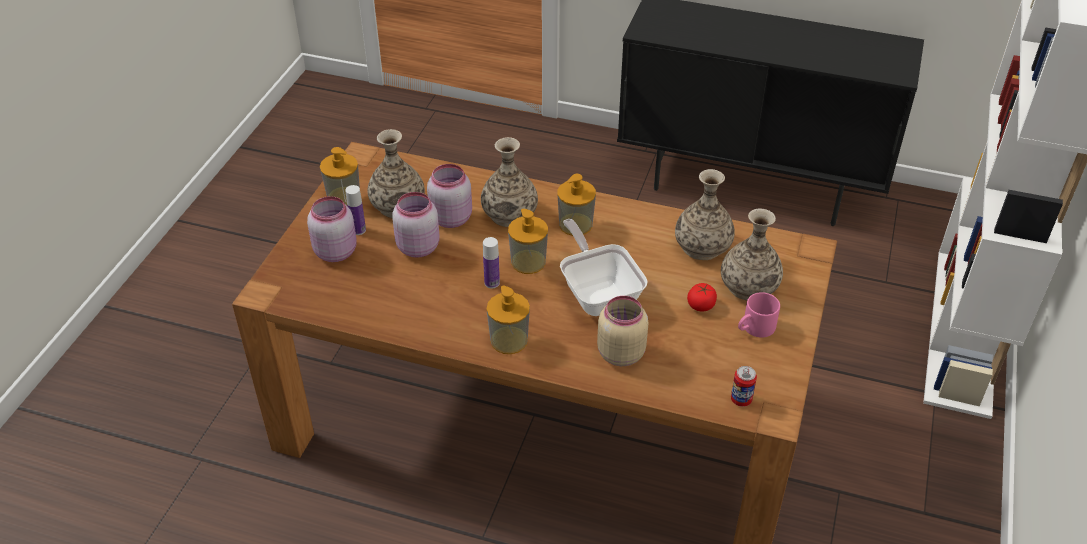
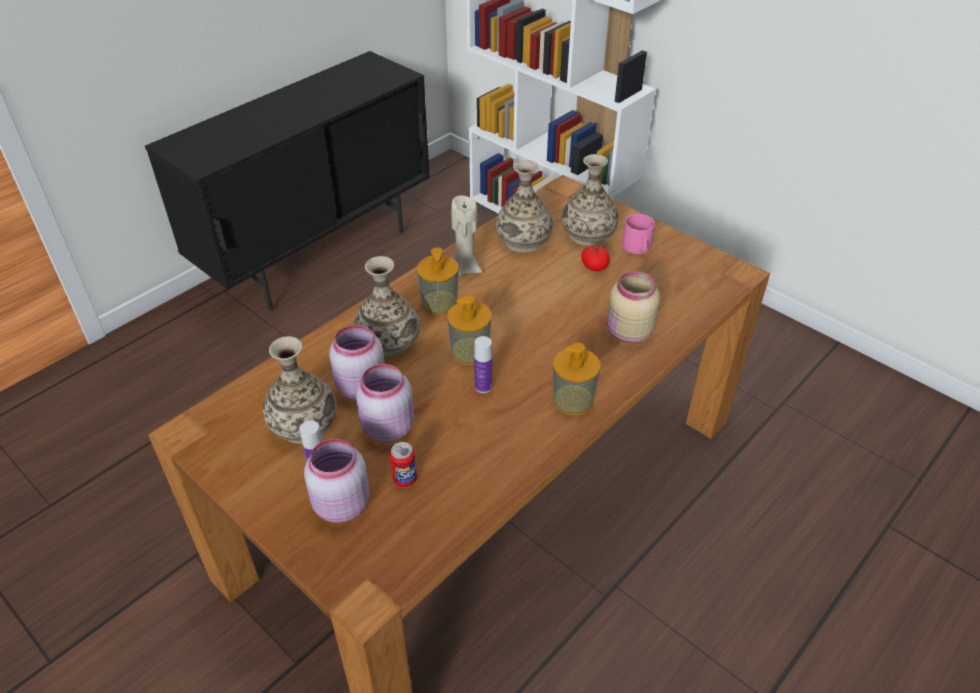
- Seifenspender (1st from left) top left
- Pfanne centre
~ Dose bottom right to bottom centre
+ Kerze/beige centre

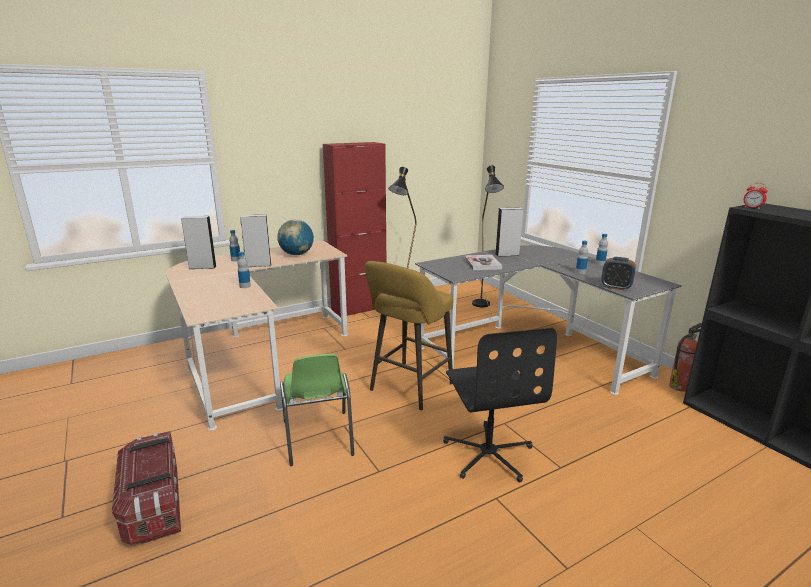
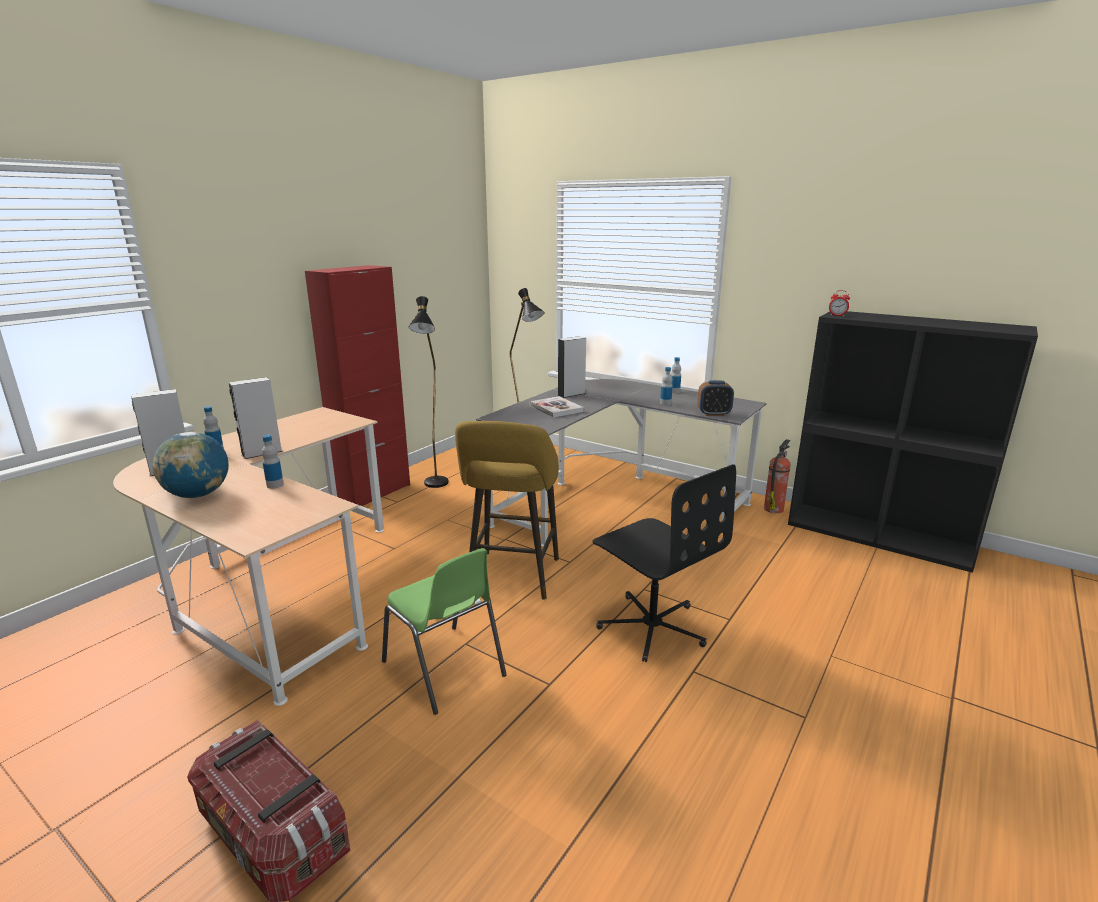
~ Globus centre to middle left

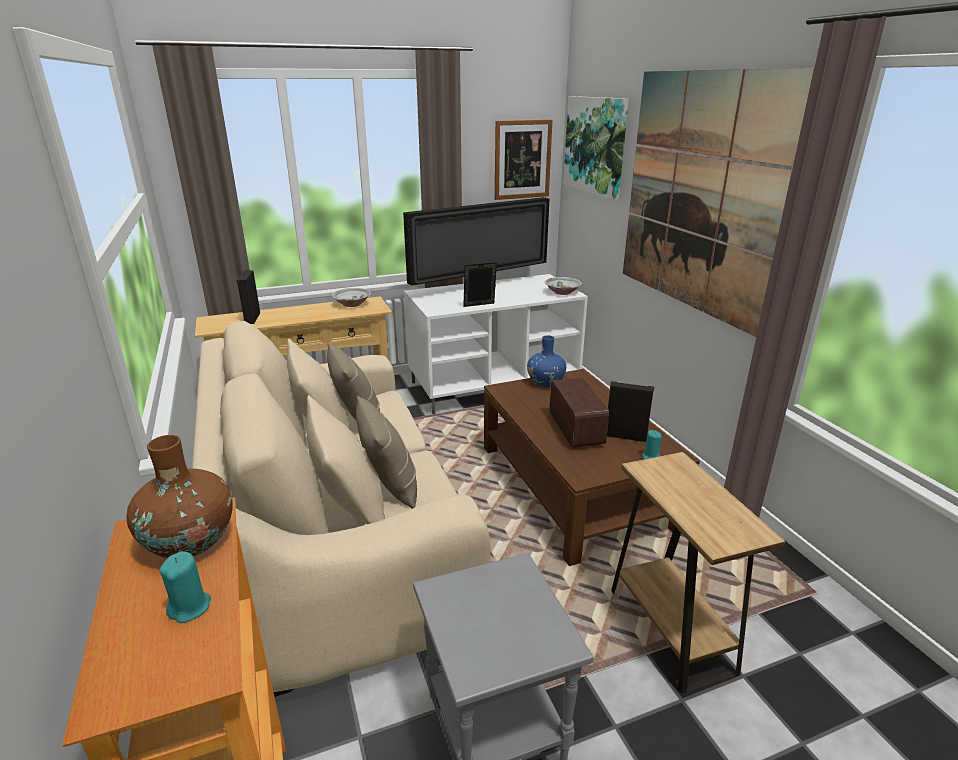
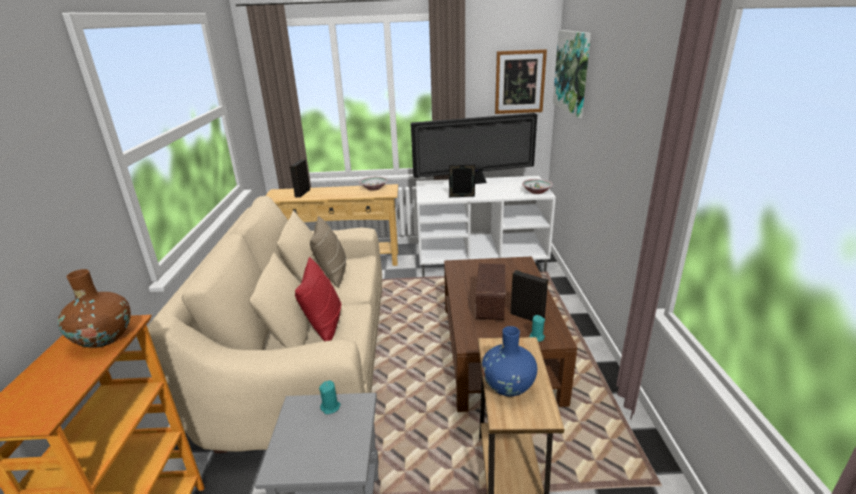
- Bild (3rd from left) top right
~ Vase/blau centre to bottom centre
~ Kissen/beige (2nd from left) centre to Kissen/rot centre
~ Kerze/türkis (1st from left) bottom left to bottom centre

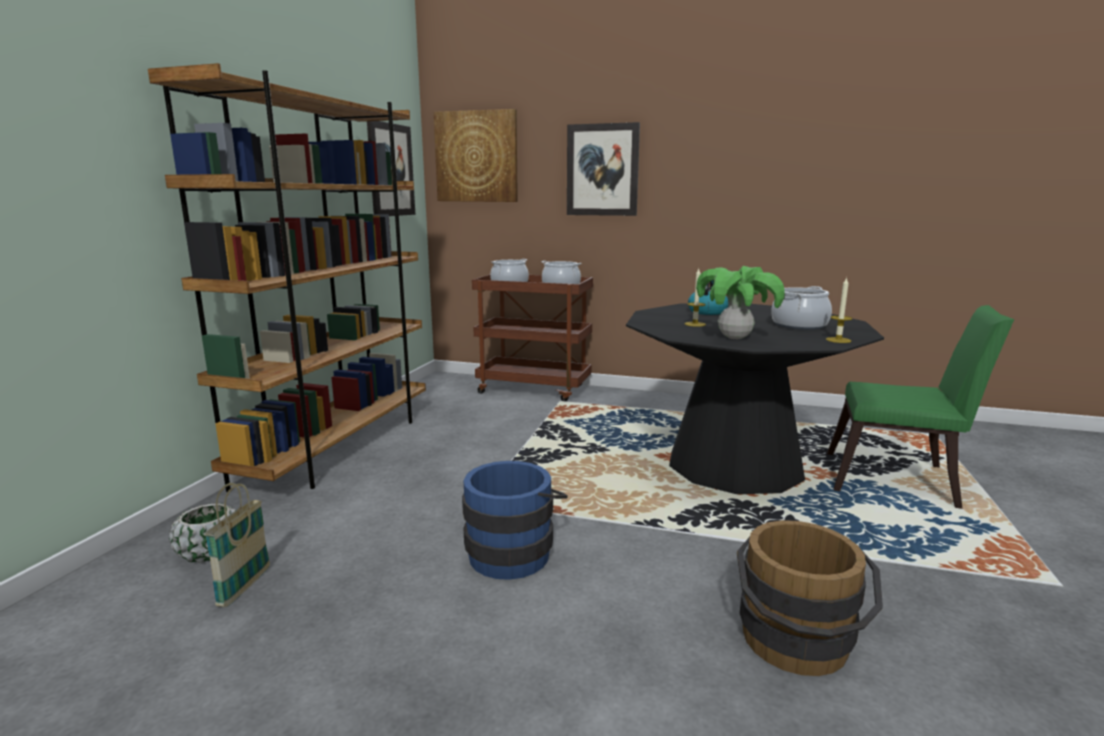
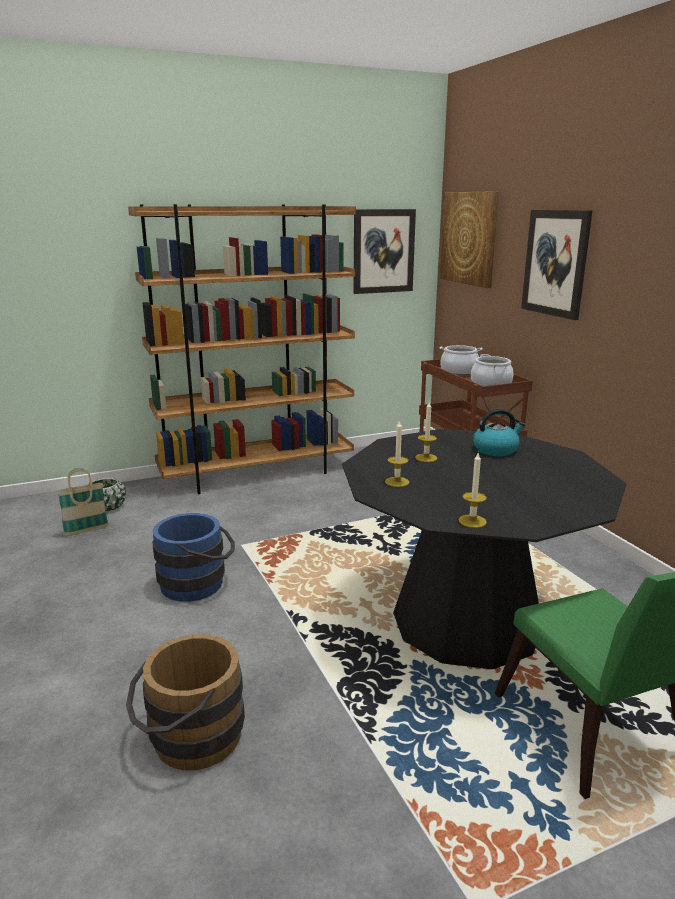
~ Topfpflanze middle right to Kerze (1st from left) centre
- Kochtopf (3rd from left) middle right

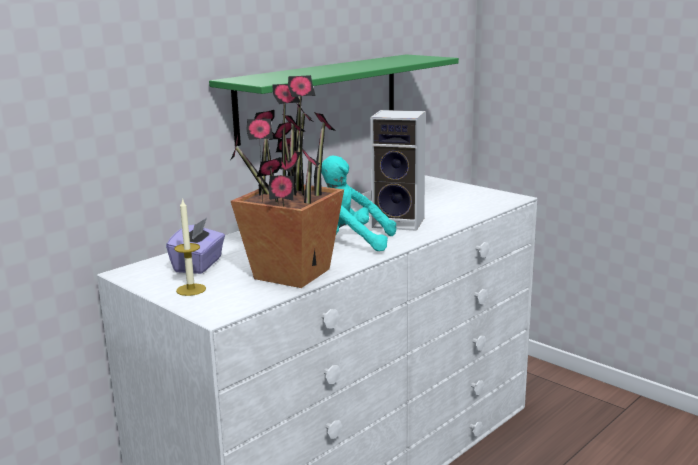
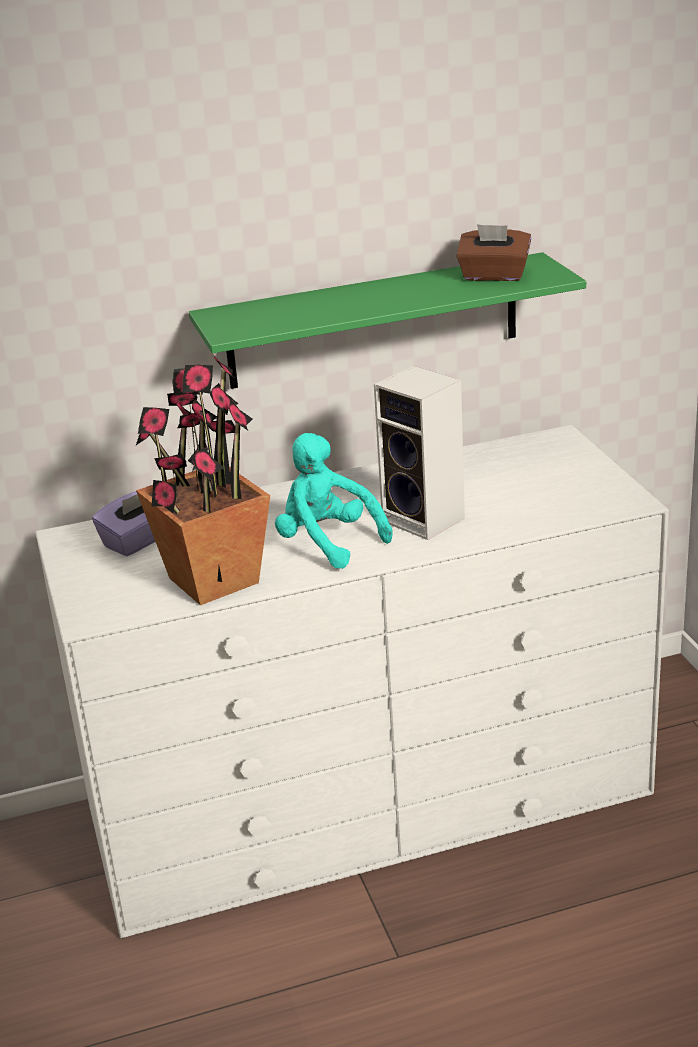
- Kerze middle left
+ Taschentuchbox/braun top right

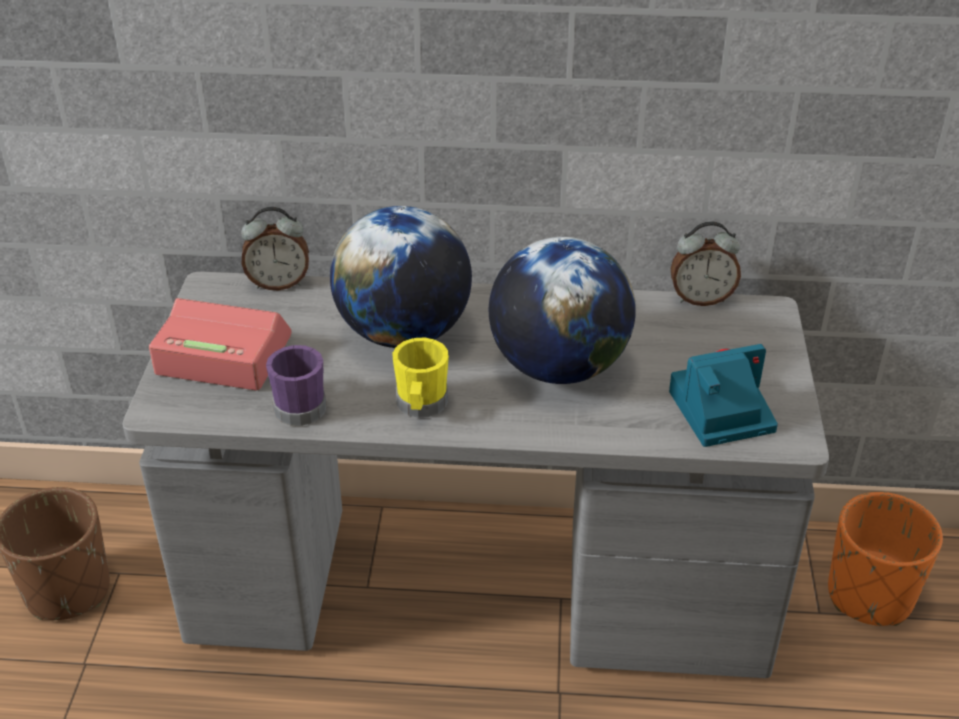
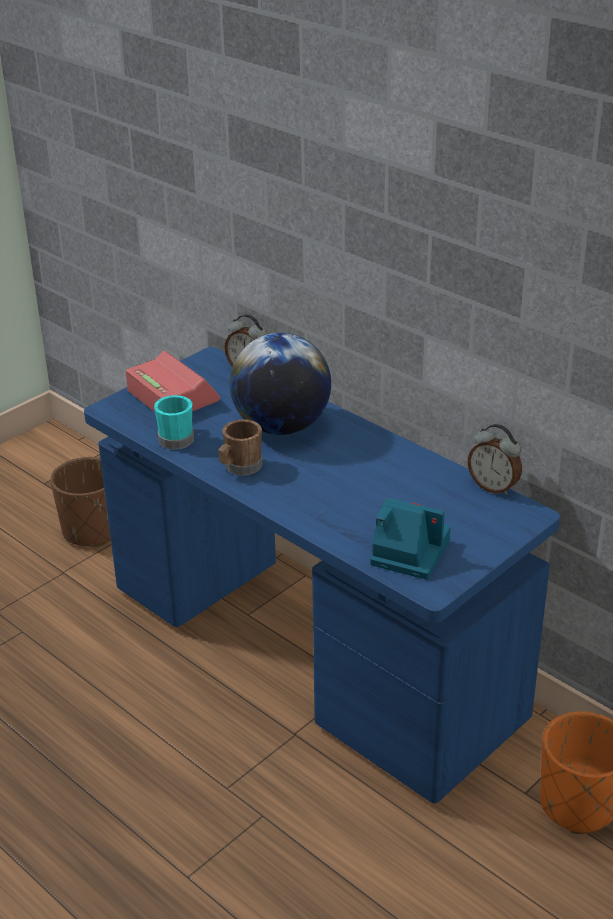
- Globus (2nd from left) centre
~ Schreibtisch/grau centre to Schreibtisch/blau centre
~ Henkelbecher/gelb centre to Henkelbecher/braun centre
~ Henkelbecher/lila middle left to Henkelbecher/türkis middle left

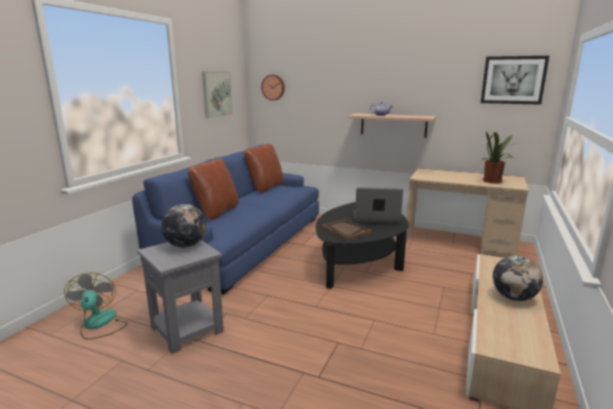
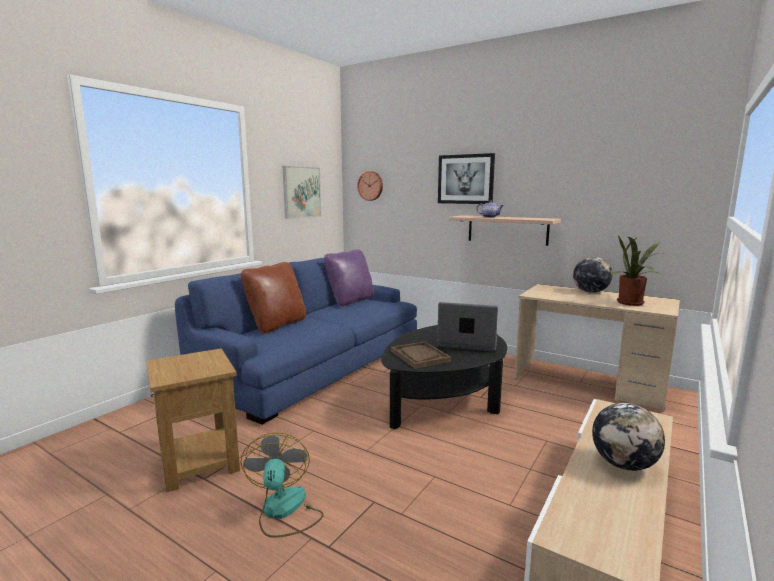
~ Bild (2nd from left) top right to top centre
~ Kissen/braun (2nd from left) centre to Kissen/lila centre
~ Globus (1st from left) middle left to middle right
~ Beistelltisch/grau bottom left to Beistelltisch/braun bottom left
~ Ventilator bottom left to bottom centre

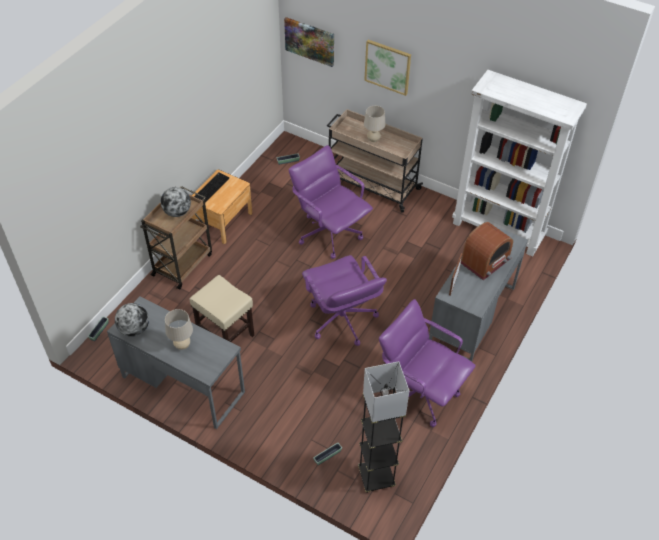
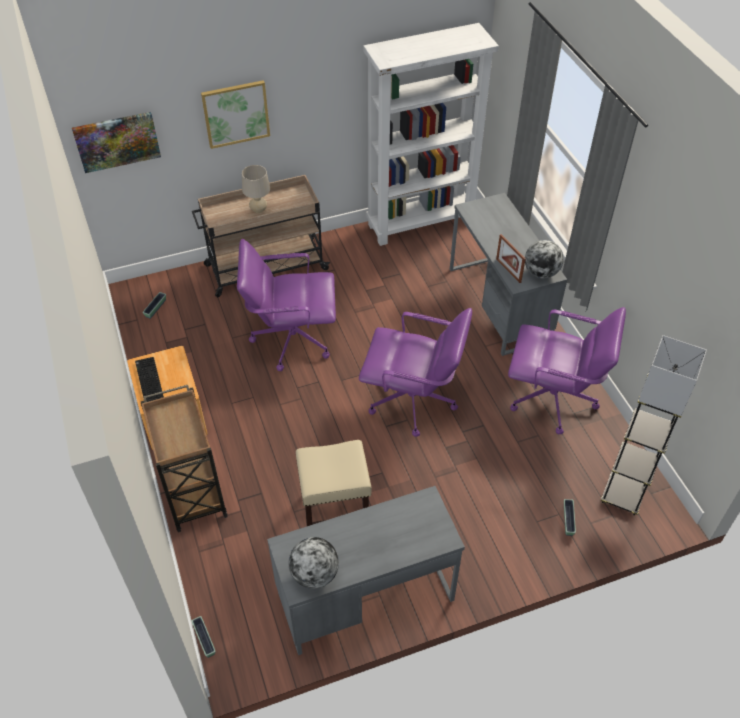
~ Globus (2nd from left) middle left to middle right
- Radio middle right
~ Bürostuhl/lila (3rd from left) bottom centre = middle right 150 degrees counterclockwise
- Tischlampe/beige (1st from left) middle left

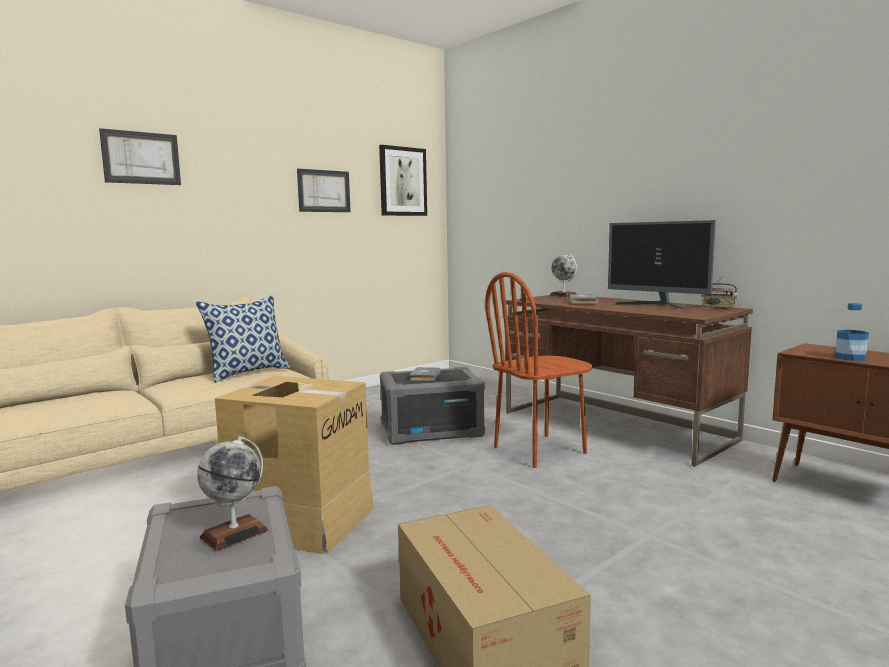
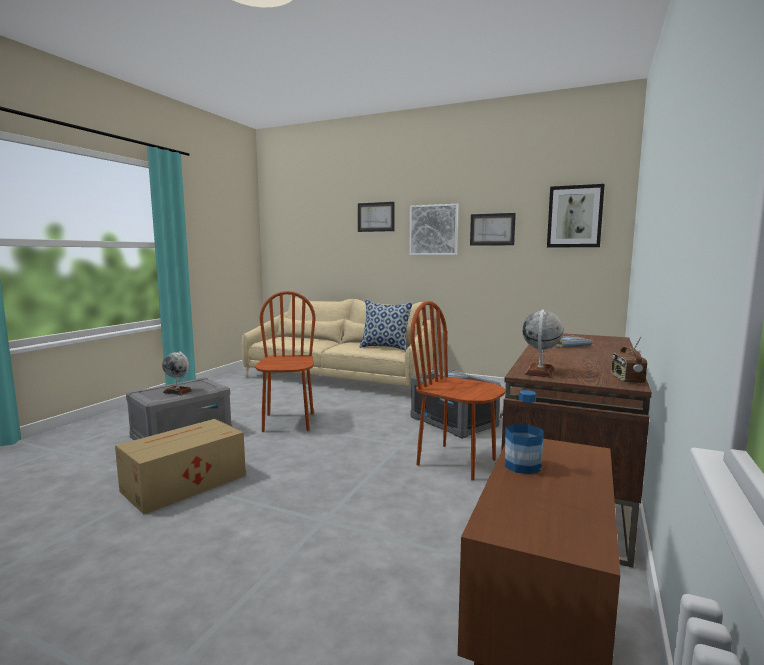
- Monitor middle right
~ Globus (2nd from left) centre to middle right
~ Karton (1st from left) bottom left to Stuhl/braun (1st from left) centre
+ Bild (2nd from left) centre

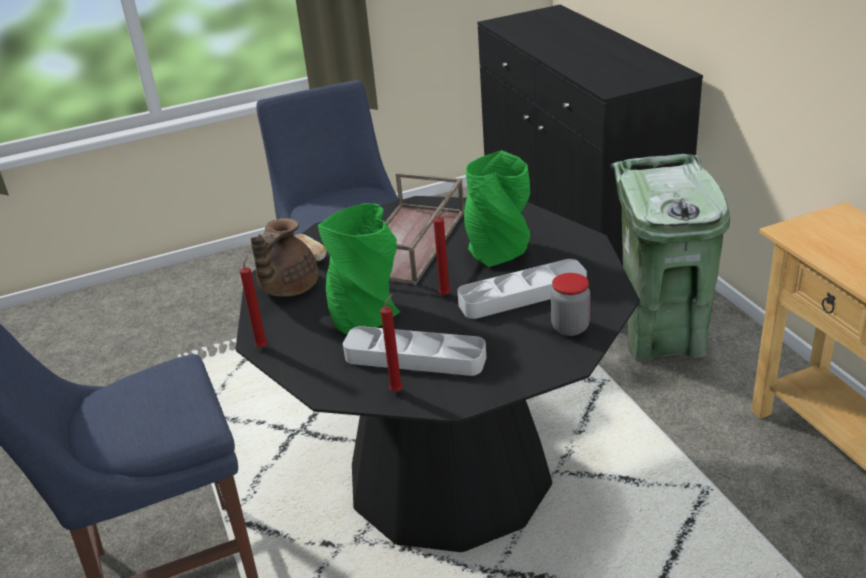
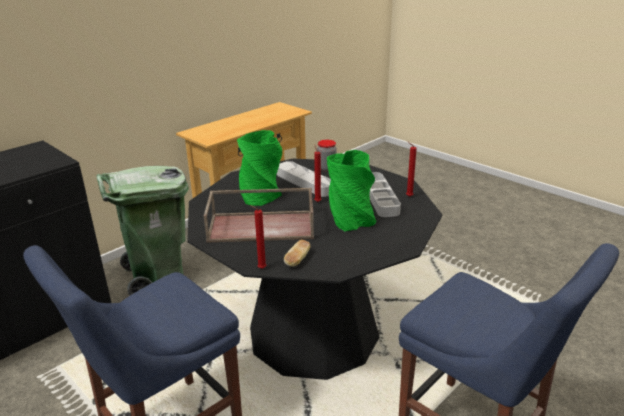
- Teekanne/braun middle left
~ Kerze/rot (1st from left) middle left to centre

